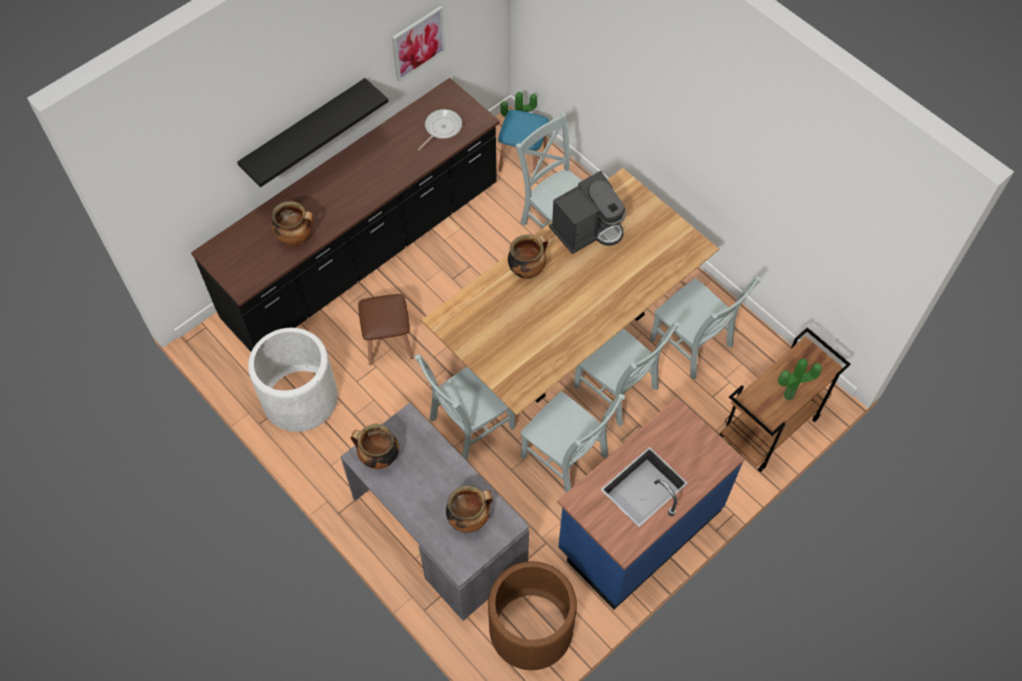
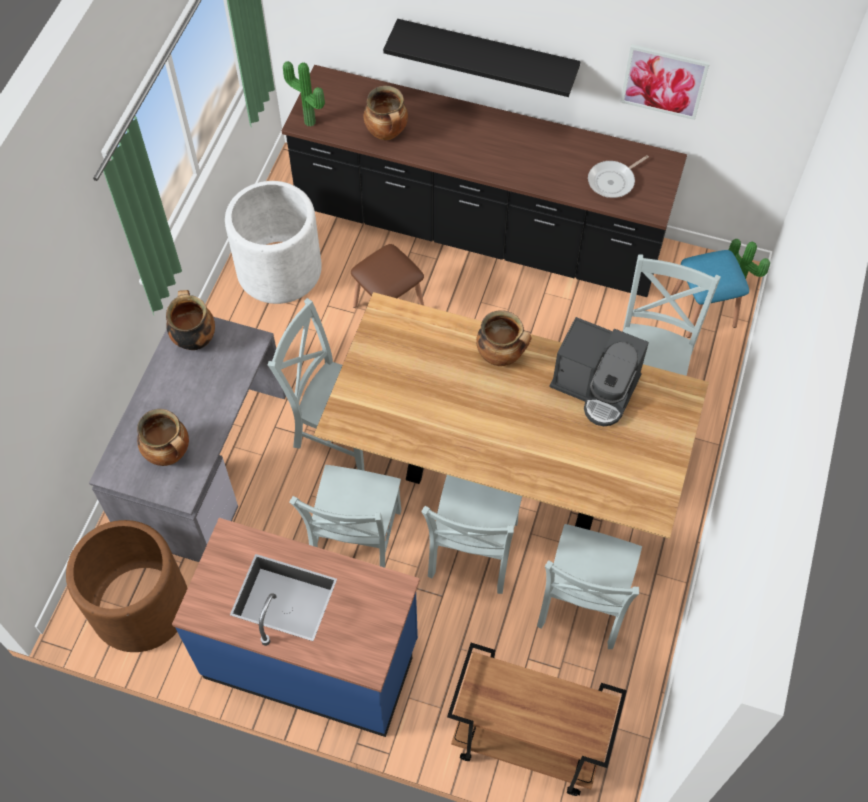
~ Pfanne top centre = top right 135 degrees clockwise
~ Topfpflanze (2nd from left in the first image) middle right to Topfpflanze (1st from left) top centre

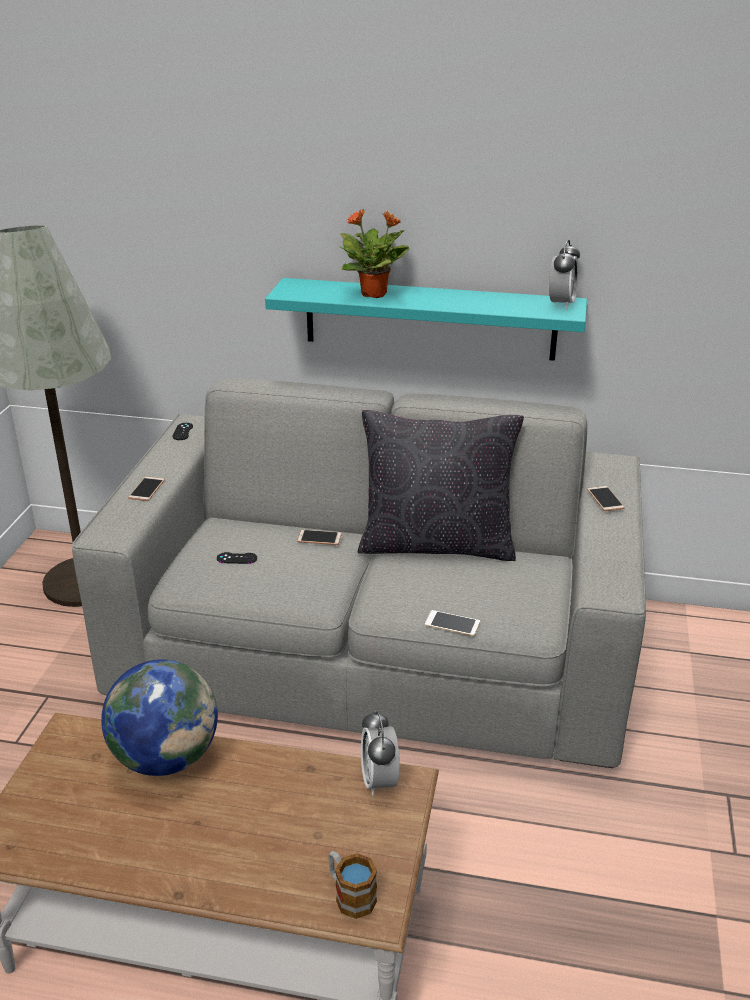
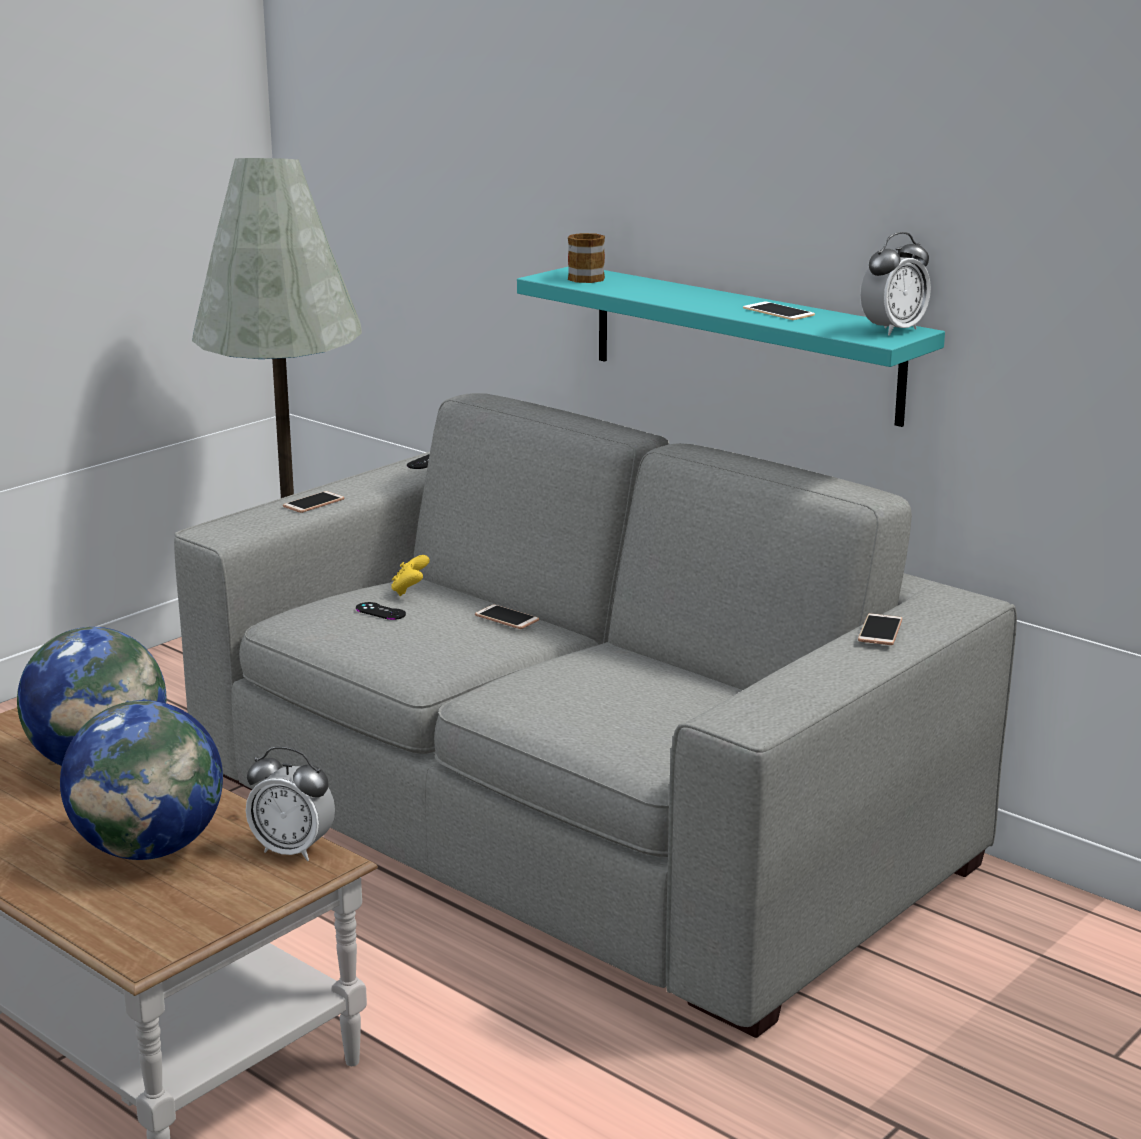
- Topfpflanze top centre
- Kissen/schwarz centre
~ Handy (3rd from left) centre to top right
~ Wecker (1st from left) bottom centre = bottom left 90 degrees counterclockwise
~ Henkelbecher bottom centre to top centre
+ Gamepad/gelb centre
+ Globus (2nd from left) bottom left

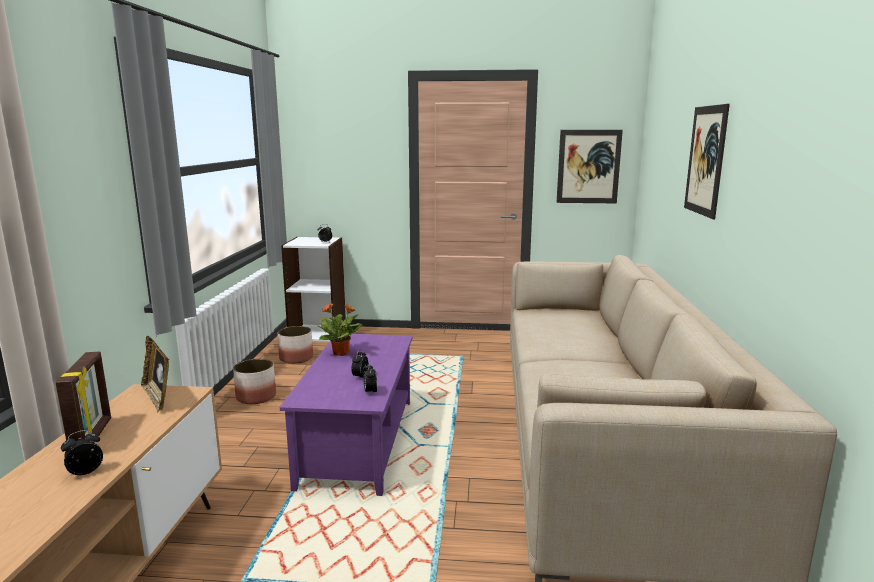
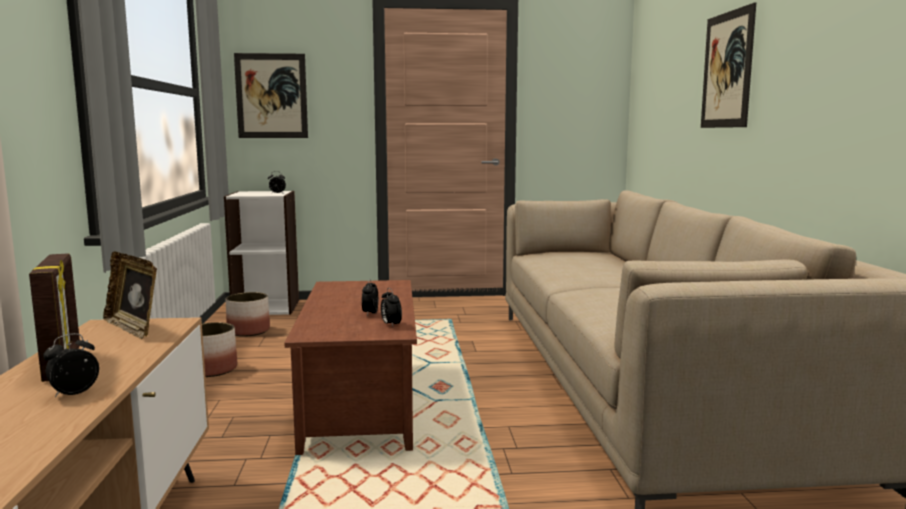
~ Bild (1st from left) top right to top left
- Topfpflanze centre
~ Couchtisch/lila bottom centre to Couchtisch/braun bottom centre

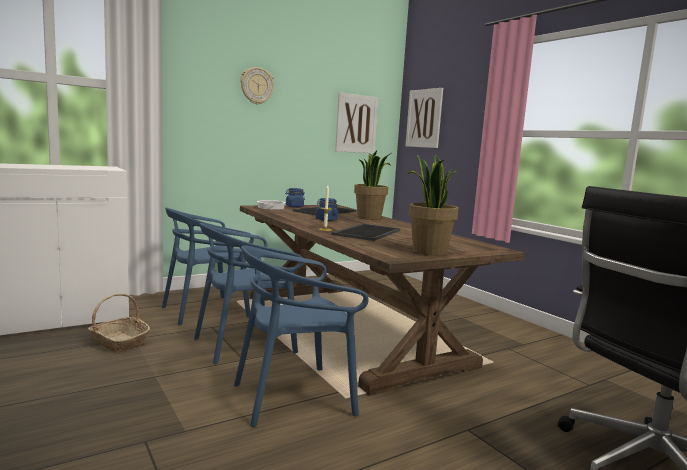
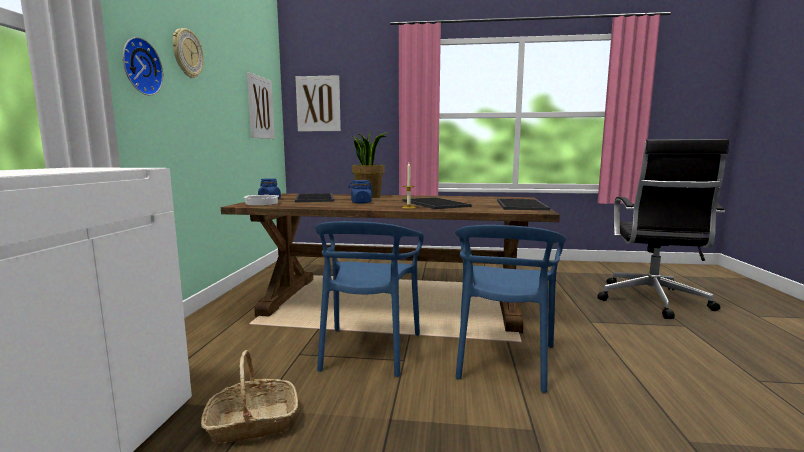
~ Topfpflanze (2nd from left) centre to Tablett (3rd from left) centre
- Stuhl/blau (1st from left) middle left
+ Wanduhr (1st from left) top left

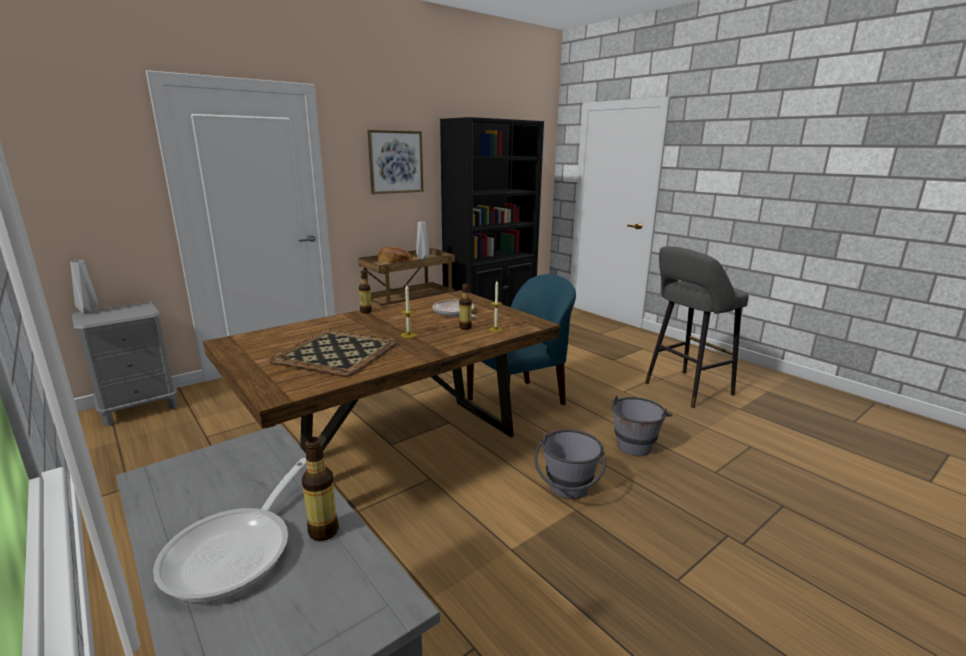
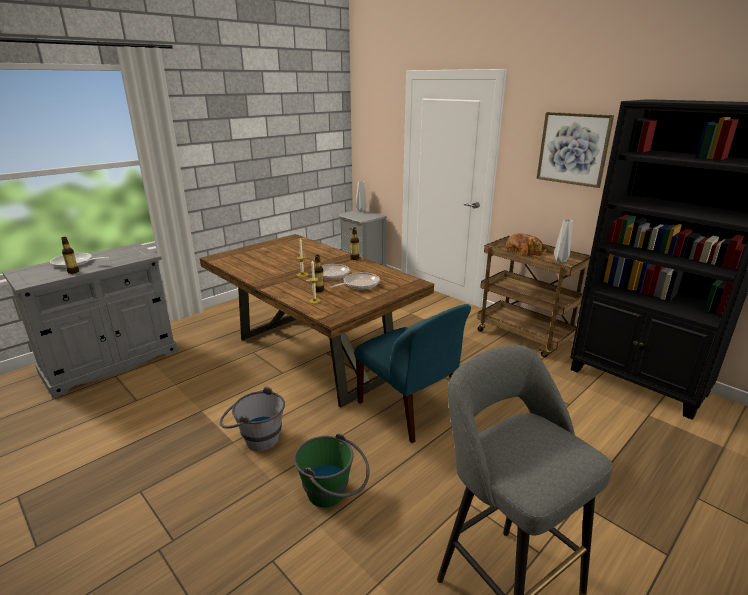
- Tablett centre
~ Eimer/grau (2nd from left) centre to Eimer/grün bottom centre
+ Pfanne (2nd from left) centre

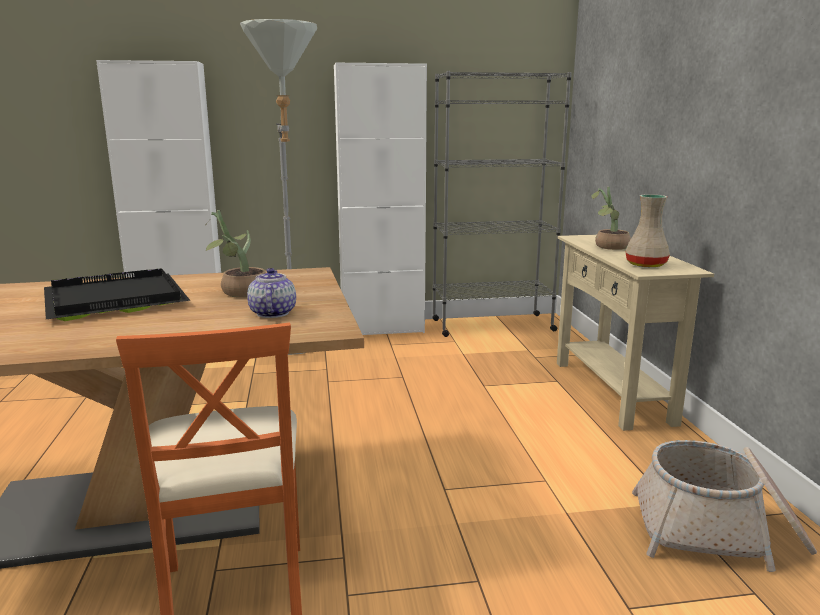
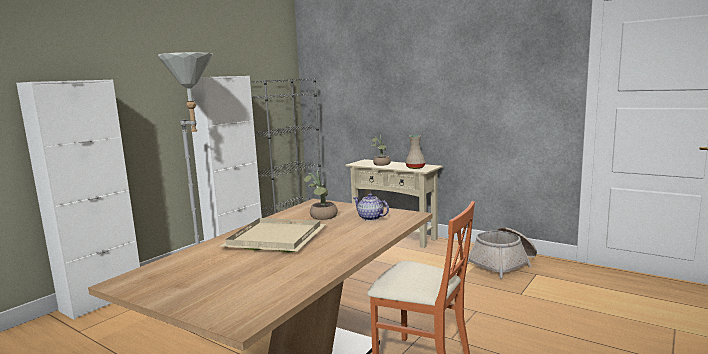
~ Tablett/schwarz middle left to Tablett/beige centre

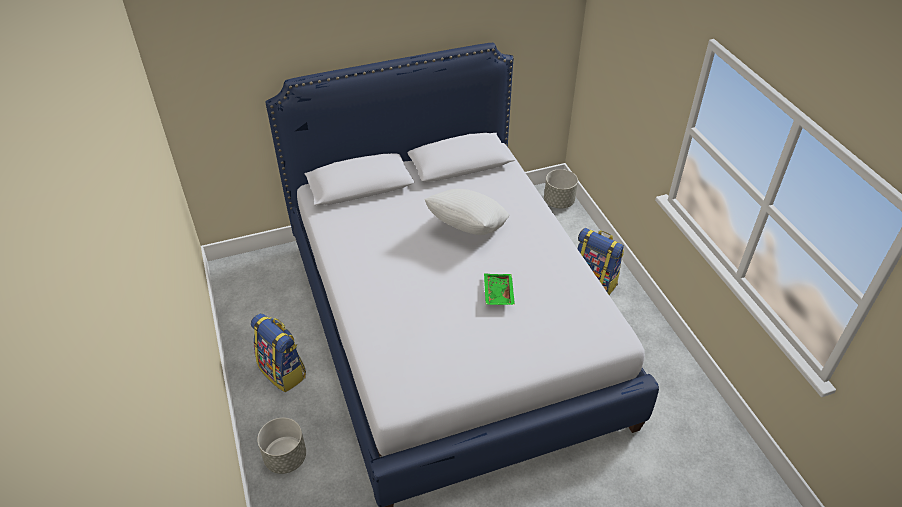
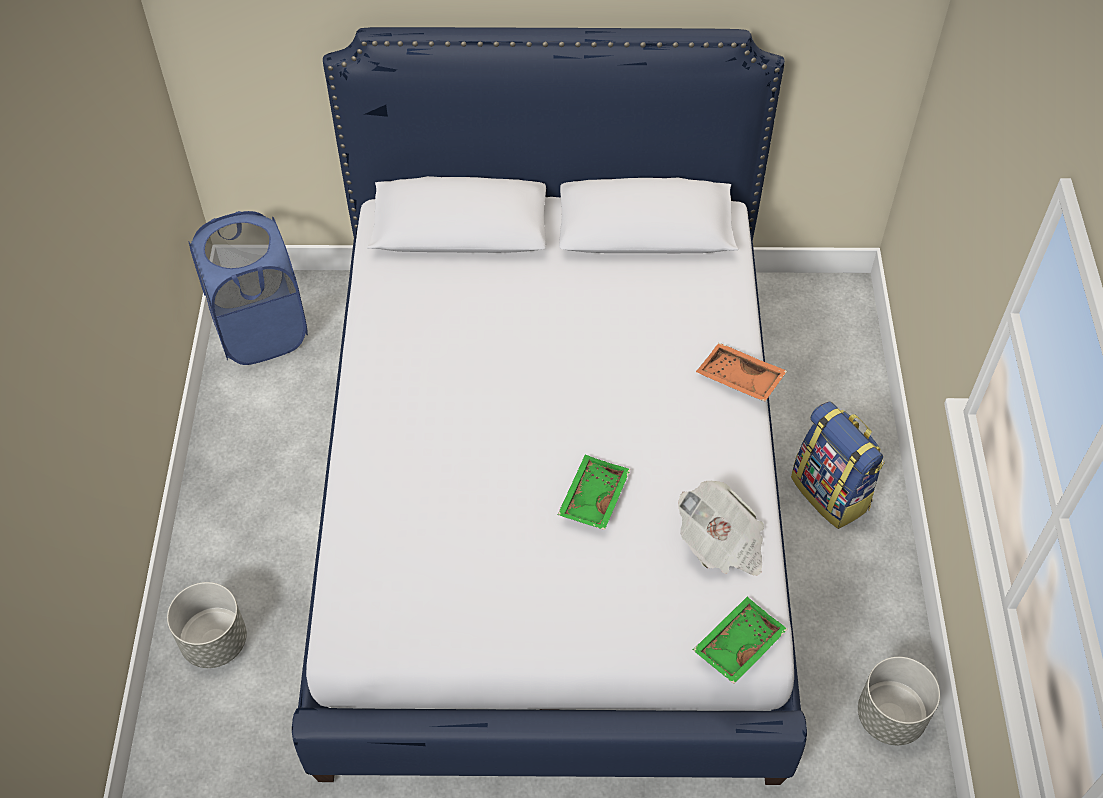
~ Pflanzkübel/grau (2nd from left) centre to bottom right
- Kissen/weiß centre
- Rucksack (1st from left) bottom left
+ Wäschekorb/blau middle left
+ Tablett/orange middle right
+ Zeitung centre
+ Tablett/grün (2nd from left) bottom right

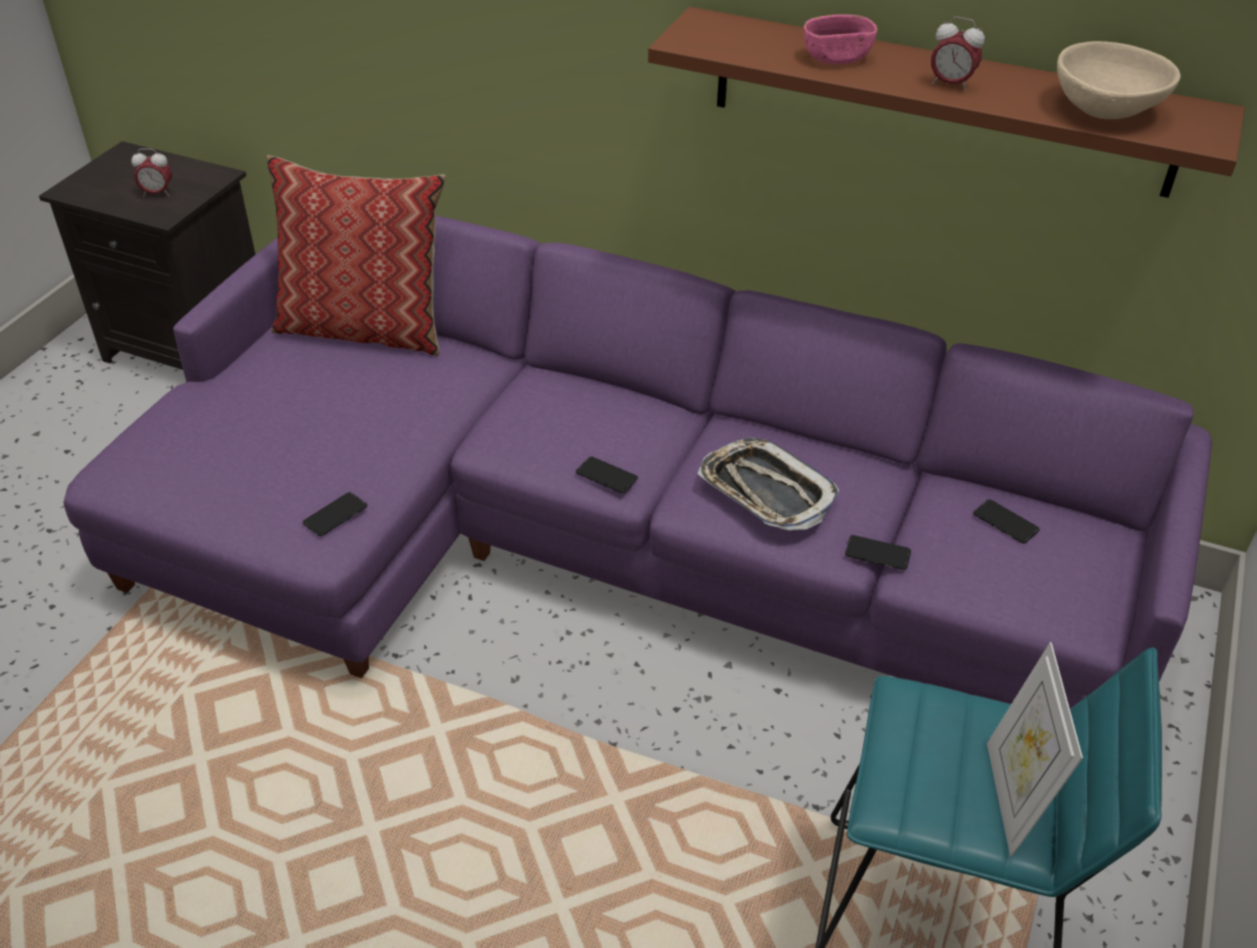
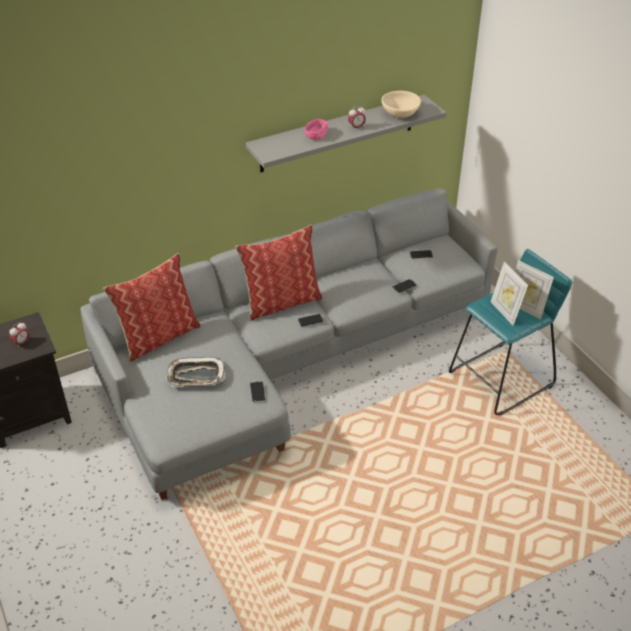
~ Wandregal/braun top right to Wandregal/grau top centre
~ Sofa/lila centre to Sofa/grau centre
~ Tablett centre to middle left
+ Kissen (2nd from left) centre
+ Bilderrahmen (1st from left) middle right

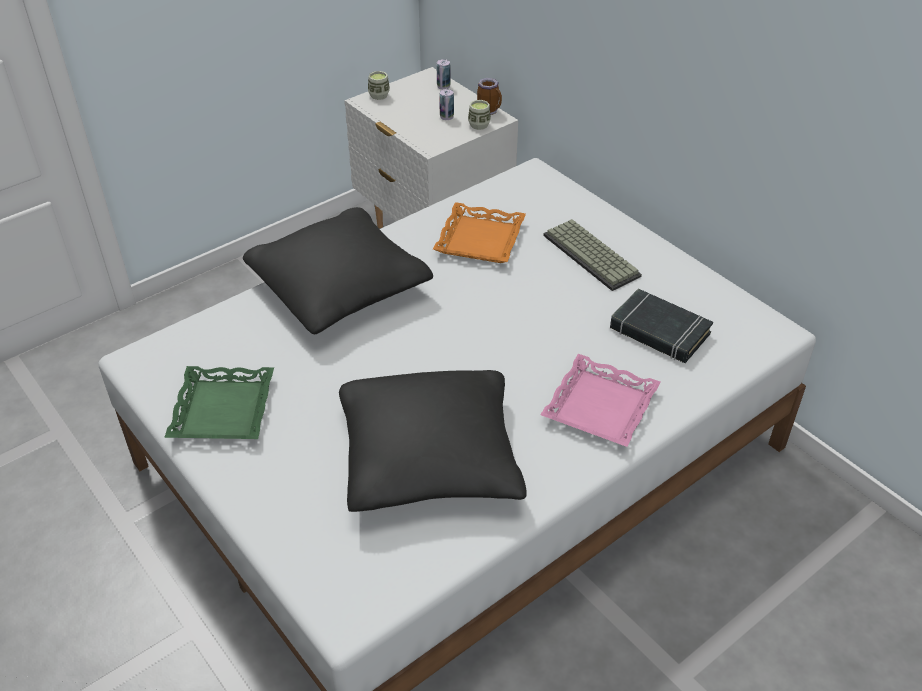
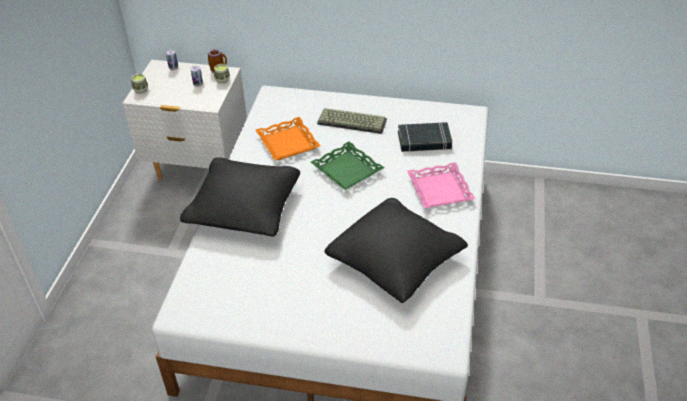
~ Tablett/grün middle left to centre

